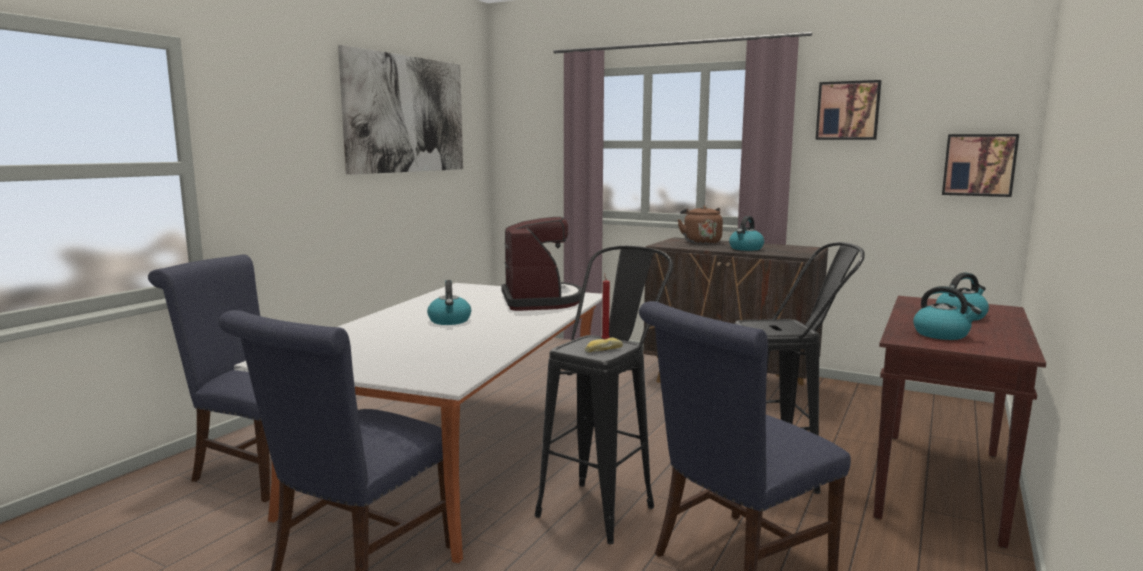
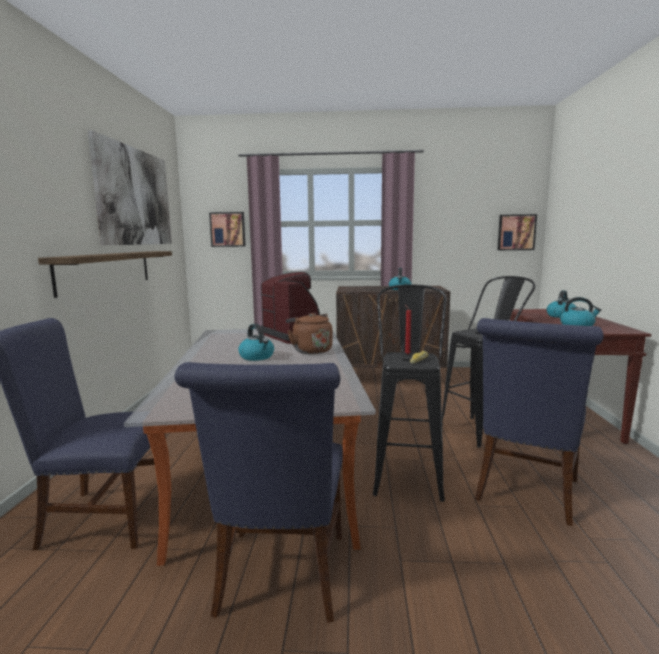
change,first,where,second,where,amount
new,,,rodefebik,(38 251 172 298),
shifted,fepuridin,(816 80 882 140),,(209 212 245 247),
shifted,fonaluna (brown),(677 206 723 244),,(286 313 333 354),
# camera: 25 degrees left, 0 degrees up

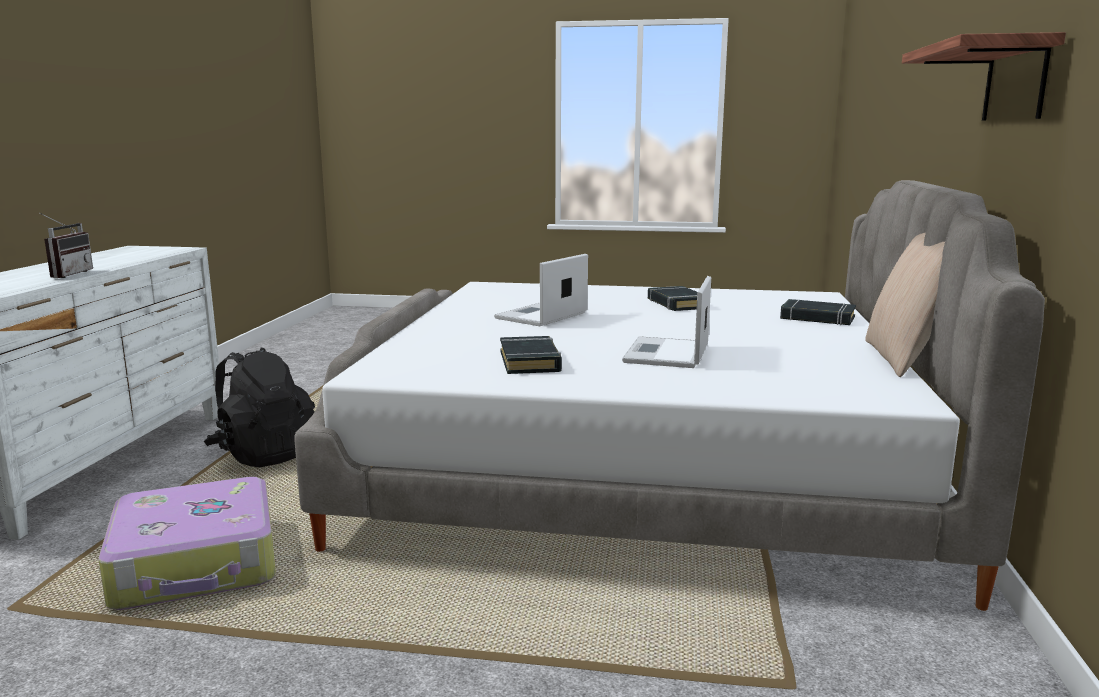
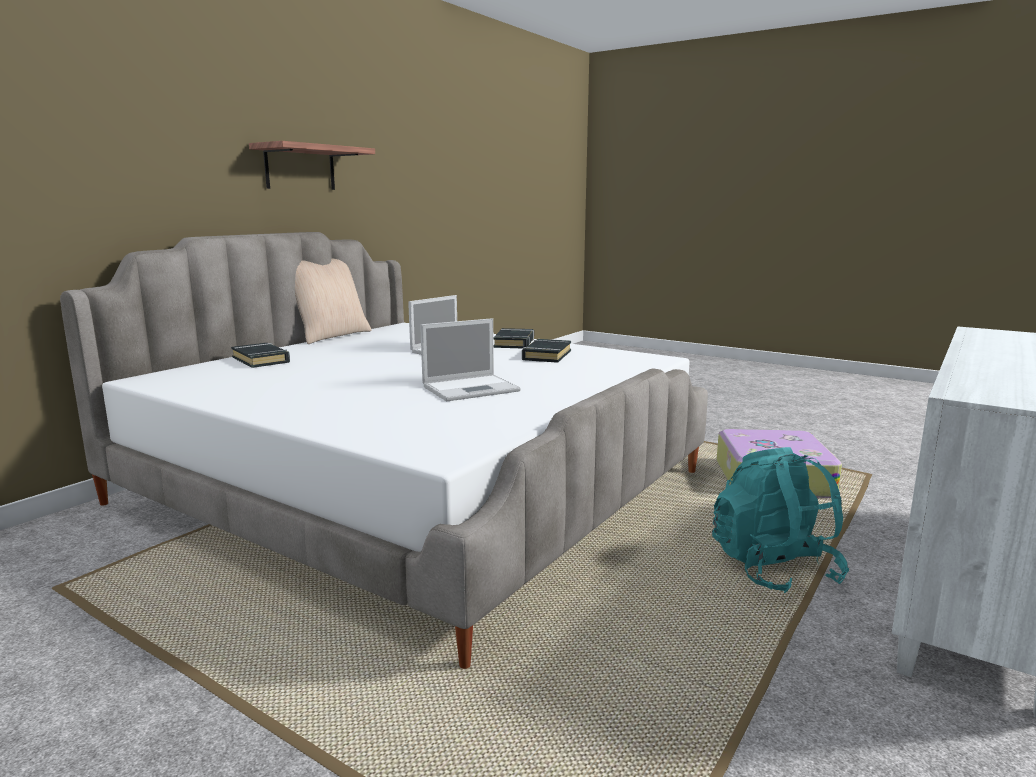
change,first,where,second,where,amount
shifted,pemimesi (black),(648 286 697 311),,(493 328 534 348),
repainted,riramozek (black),(204 348 315 467),riramozek (turquoise),(712 447 849 593),
gone,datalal,(39 213 93 278),,,
# camera: 155 degrees left, 0 degrees up

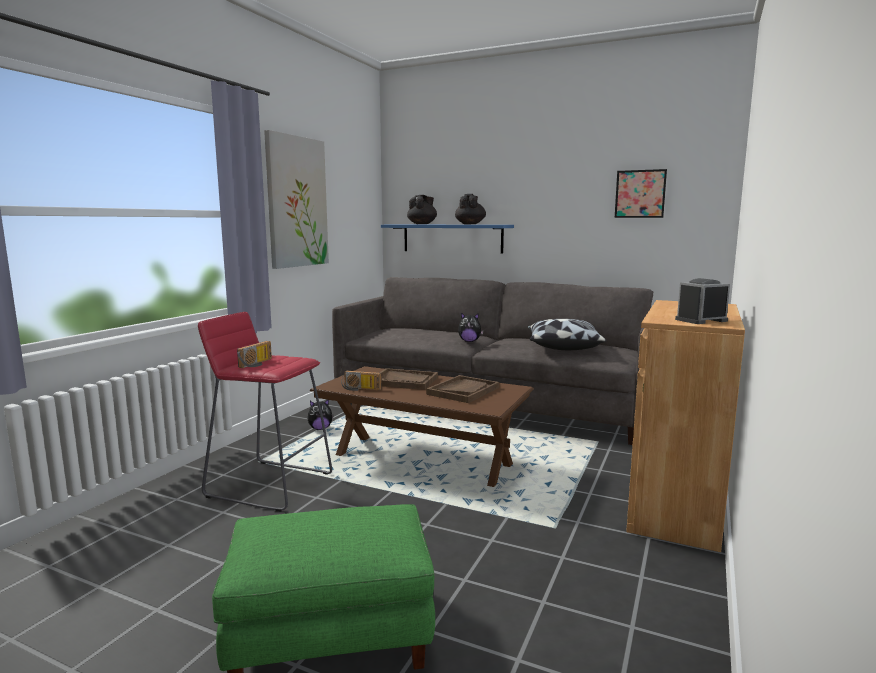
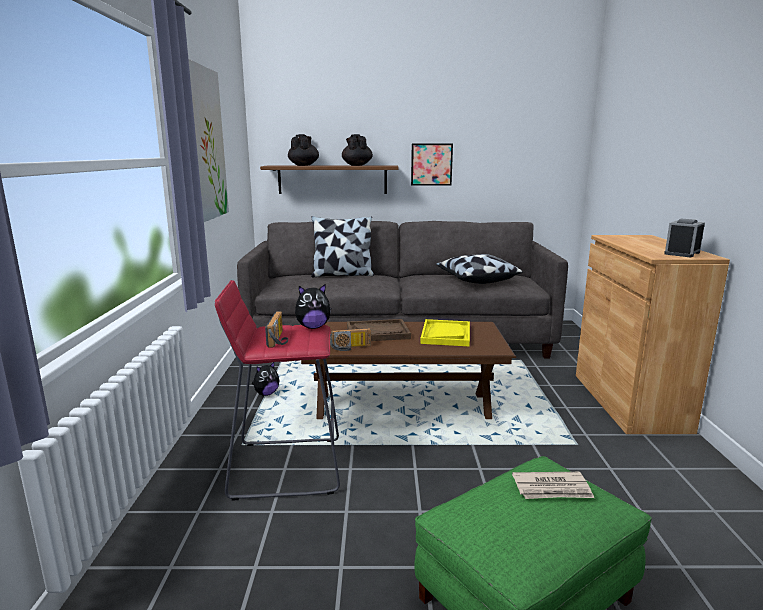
change,first,where,second,where,amount
repainted,rodefebik (blue),(381 225 514 254),rodefebik (brown),(260 165 398 194),
shifted,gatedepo,(458 313 484 342),,(295 284 331 329),
new,,,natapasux,(311 216 374 277),
shifted,fepuridin,(615 169 667 218),,(411 144 453 186),
repainted,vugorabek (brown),(426 375 499 403),vugorabek (yellow),(420 319 470 347),
new,,,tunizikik,(512 472 594 499),
# camera: 25 degrees left, 5 degrees up

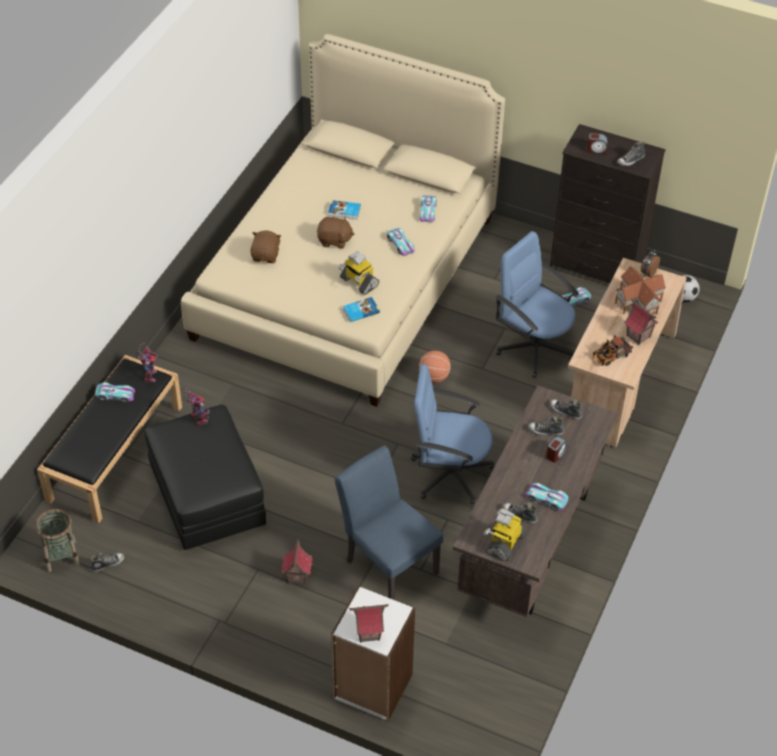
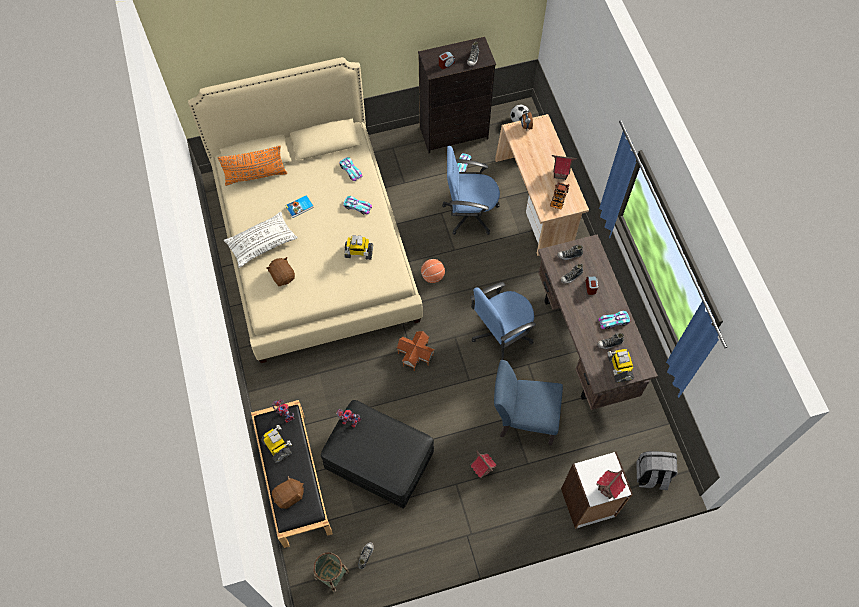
change,first,where,second,where,amount
new,,,natapasux (orange),(218 145 287 186),
new,,,natapasux (white),(224 212 298 268),
swapped,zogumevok,(95 382 135 402),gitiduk,(261 425 292 463),
shifted,gatedepo (brown),(317 216 354 248),,(272 476 304 509),
shifted,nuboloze,(615 266 666 315),,(397 331 434 371),
new,,,riramozek (grey),(636 451 678 490),
gone,pemimesi,(343 297 380 322),,,
# camera: 40 degrees left, 15 degrees up

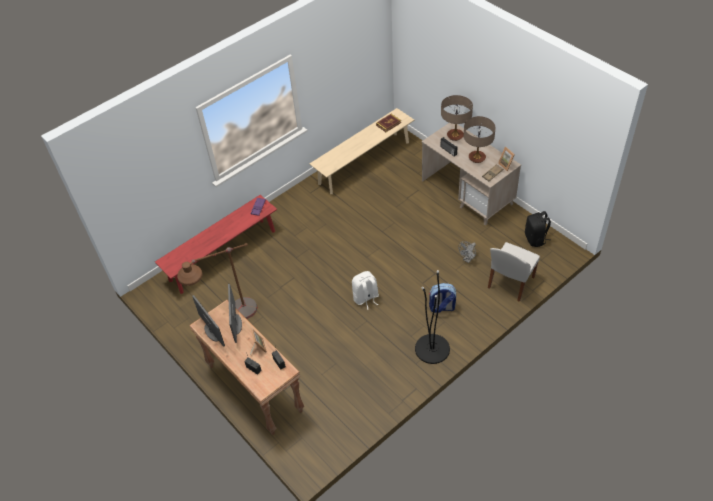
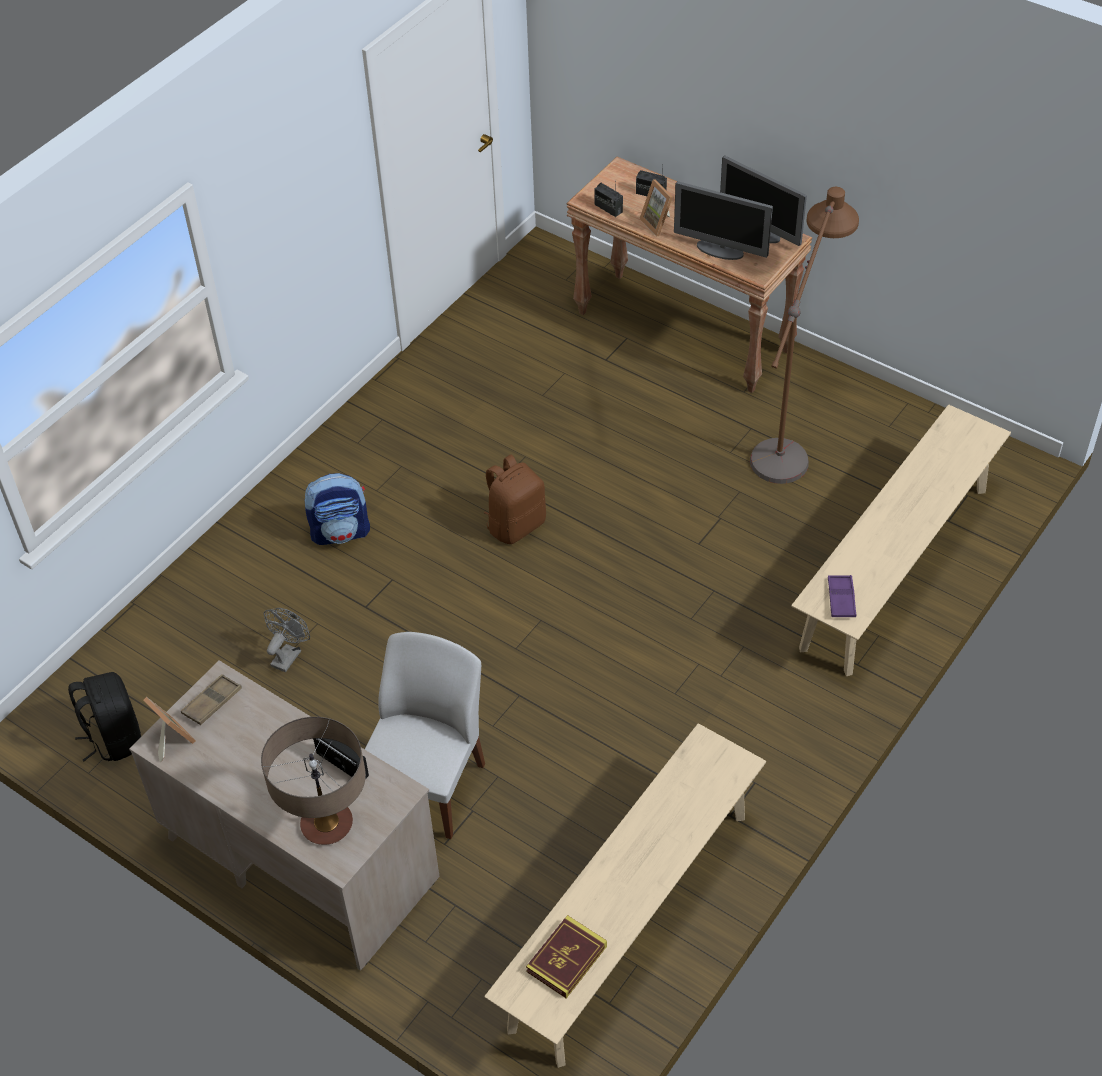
change,first,where,second,where,amount
shifted,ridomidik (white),(488 242 540 302),,(365 632 485 839),
repainted,riramozek (white),(352 271 379 310),riramozek (brown),(484 455 546 544),
rotated,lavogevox,(228 284 242 343),,(674 181 773 260),135 degrees clockwise
repainted,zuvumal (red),(155 195 277 294),zuvumal (beige),(791 404 1011 676),
gone,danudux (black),(415 270 450 364),,,
gone,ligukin,(464 116 496 163),,,
# camera: 165 degrees right, 0 degrees up

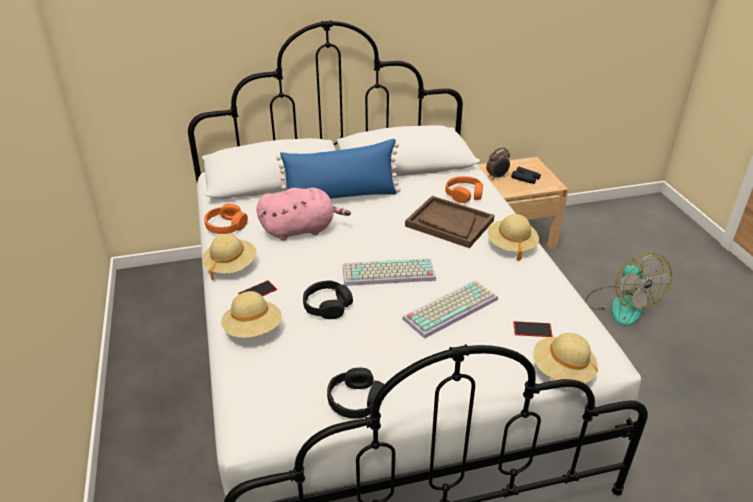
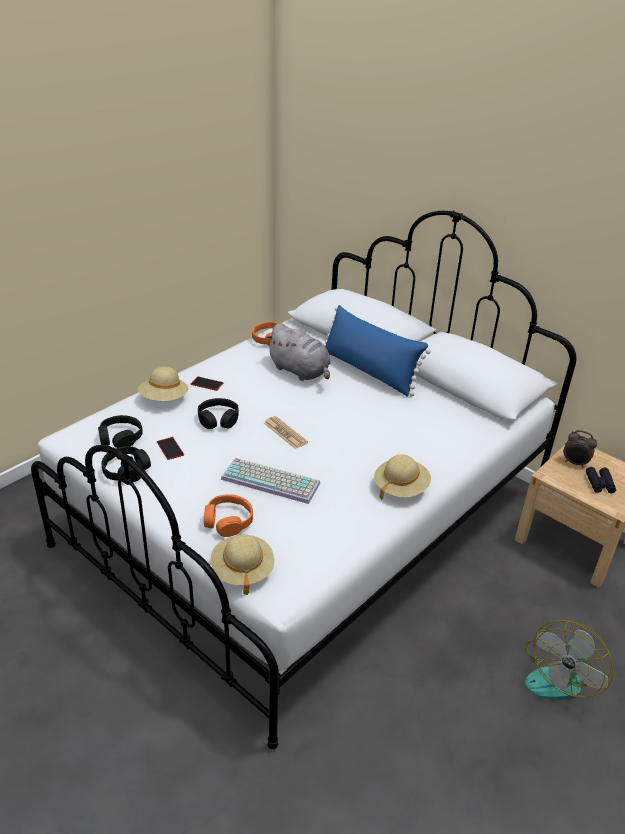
change,first,where,second,where,amount
new,,,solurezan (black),(98 415 143 448),
shifted,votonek,(513 321 553 337),,(157 437 184 460),
shifted,solurezan (orange),(445 176 483 203),,(204 494 253 537),
swapped,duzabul,(343 258 436 286),tunizikik,(264 416 308 449),
repainted,gatedepo (pink),(256 188 351 241),gatedepo (grey),(265 323 331 381),
gone,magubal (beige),(202 234 256 280),,,
gone,vugorabek (brown),(405 196 495 248),,,
# camera: 55 degrees right, 0 degrees up

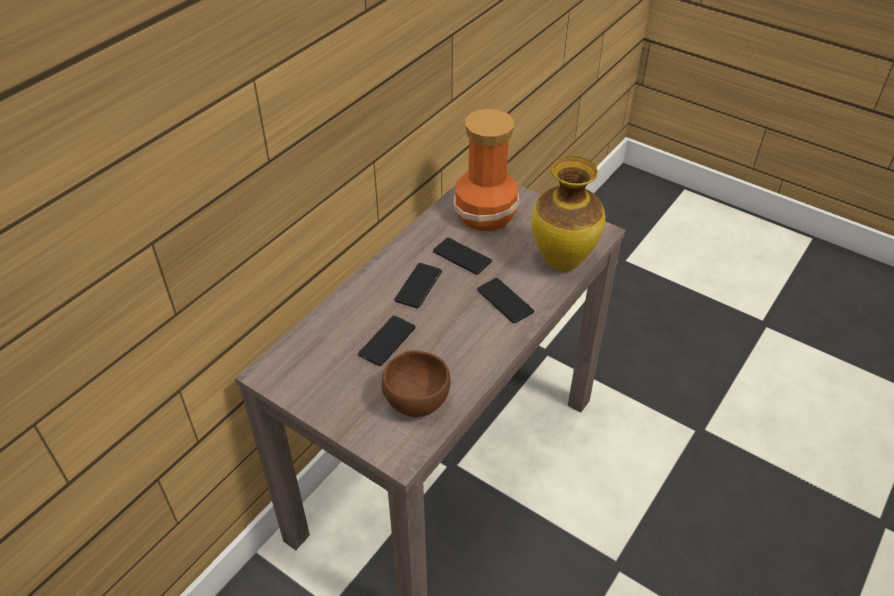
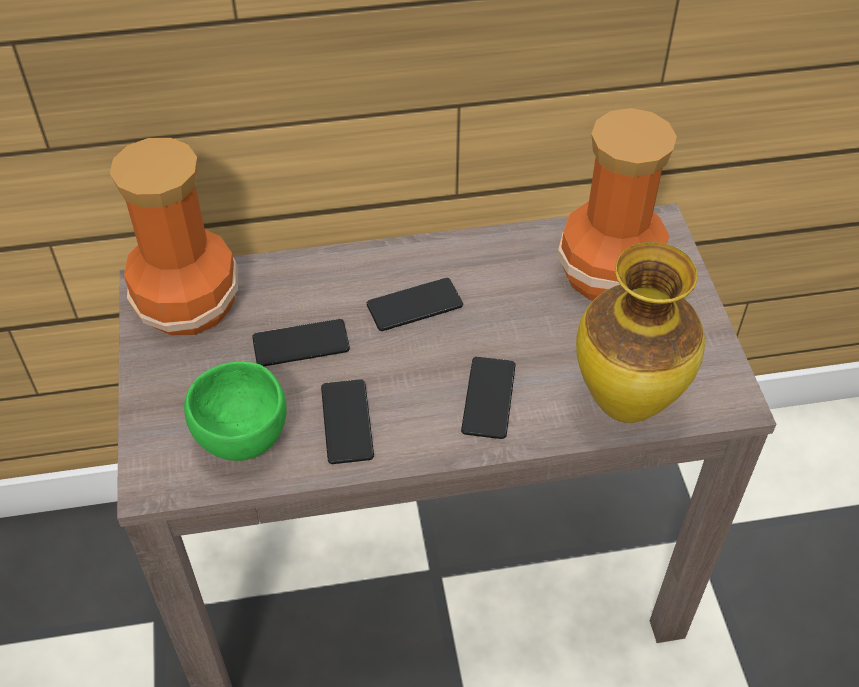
change,first,where,second,where,amount
new,,,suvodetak,(110 138 238 335),
repainted,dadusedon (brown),(382 350 450 417),dadusedon (green),(184 362 287 461),
shifted,votonek,(433 237 492 275),,(321 379 374 464),
# camera: 45 degrees right, 5 degrees up

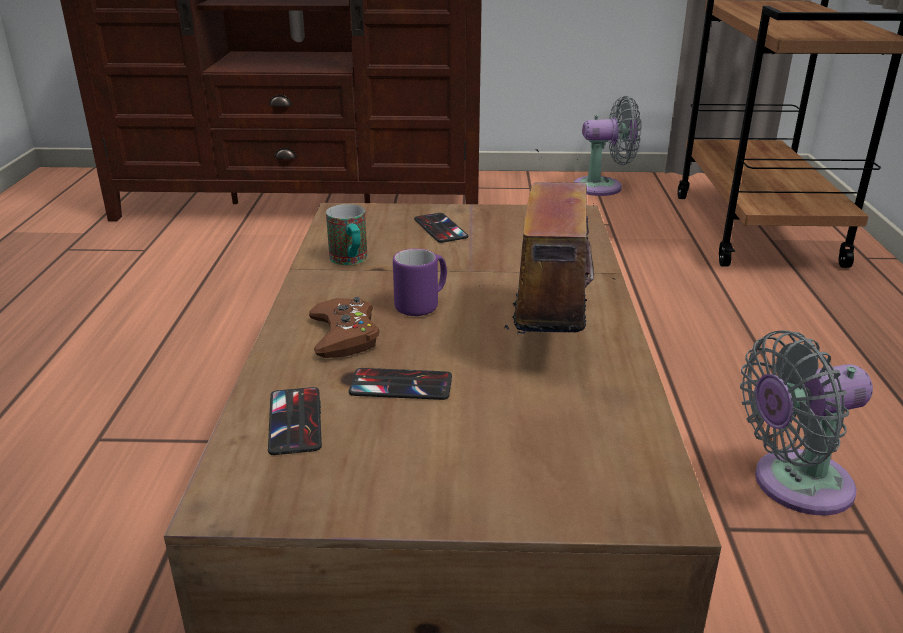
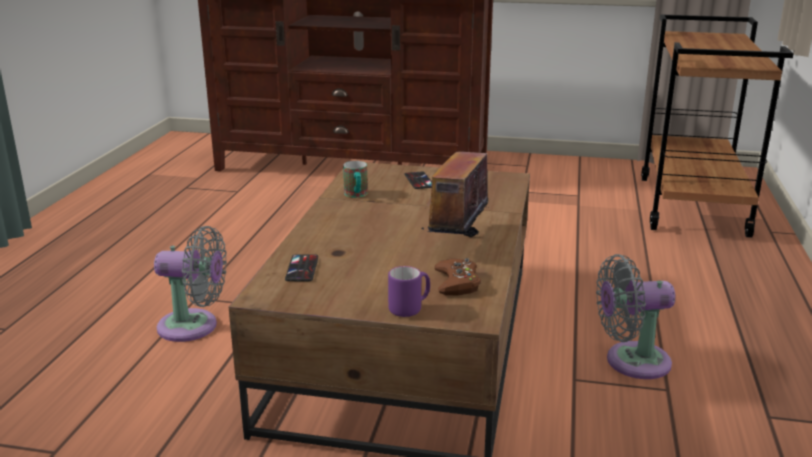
change,first,where,second,where,amount
shifted,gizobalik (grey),(573 96 641 196),,(154 226 227 342),
shifted,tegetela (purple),(393 248 447 316),,(388 266 430 317),
shifted,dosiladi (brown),(309 297 380 358),,(434 258 481 295),
gone,votonek,(349 368 452 400),,,
# camera: 10 degrees right, 5 degrees down

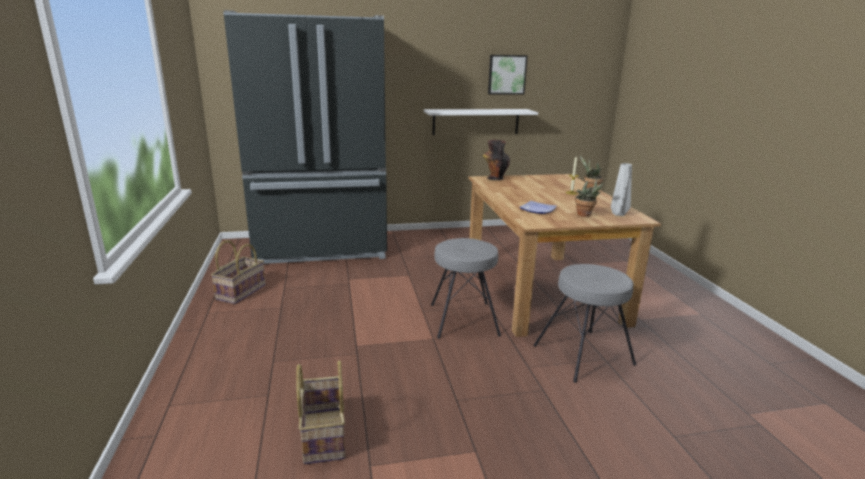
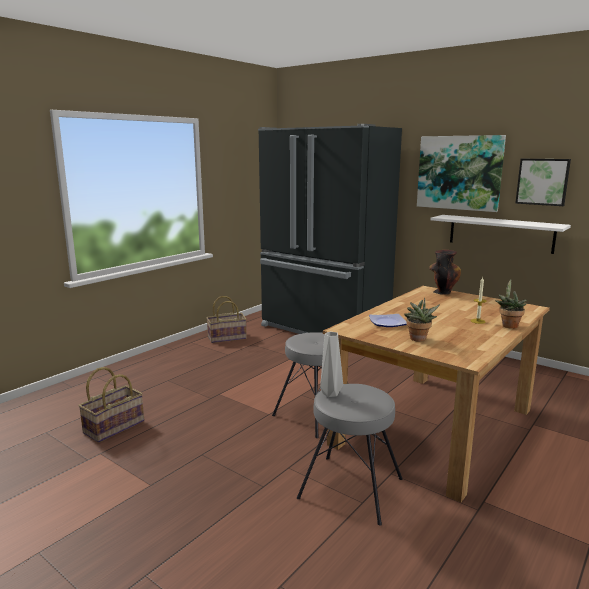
change,first,where,second,where,amount
shifted,suvodetak (grey),(611 163 632 216),,(320 332 343 397),
new,,,fepuridin,(417 135 506 212),
# camera: 50 degrees right, 5 degrees down

